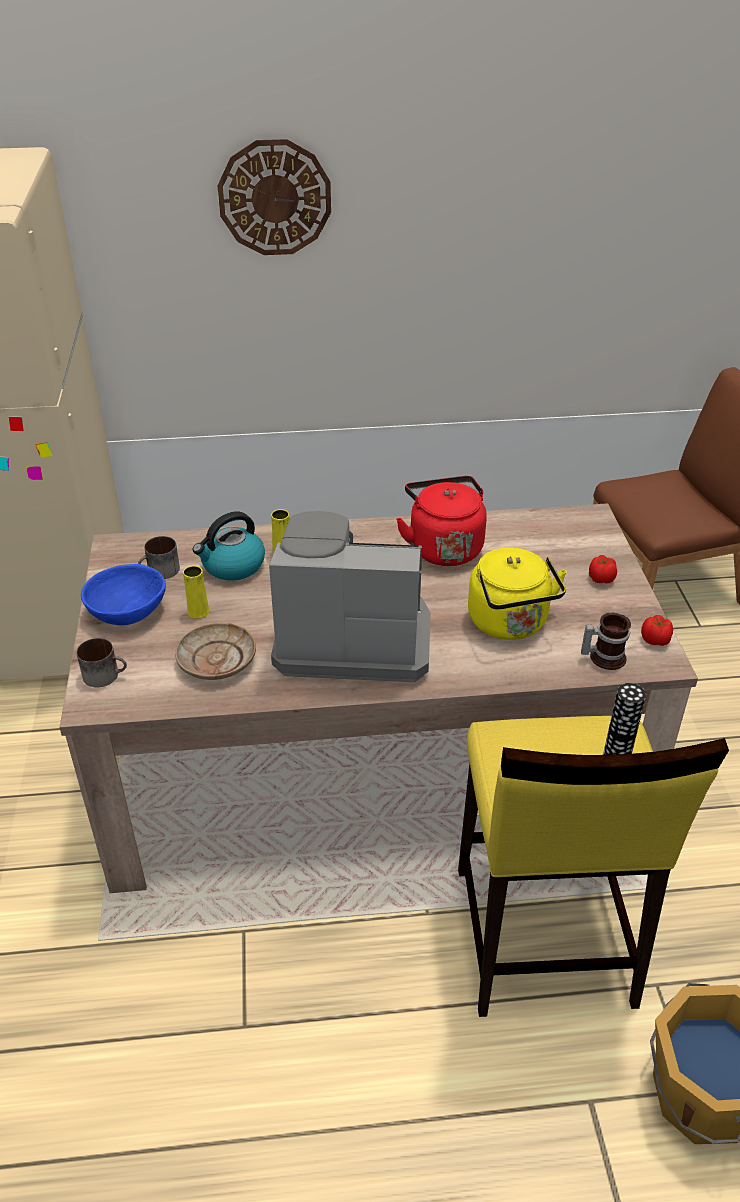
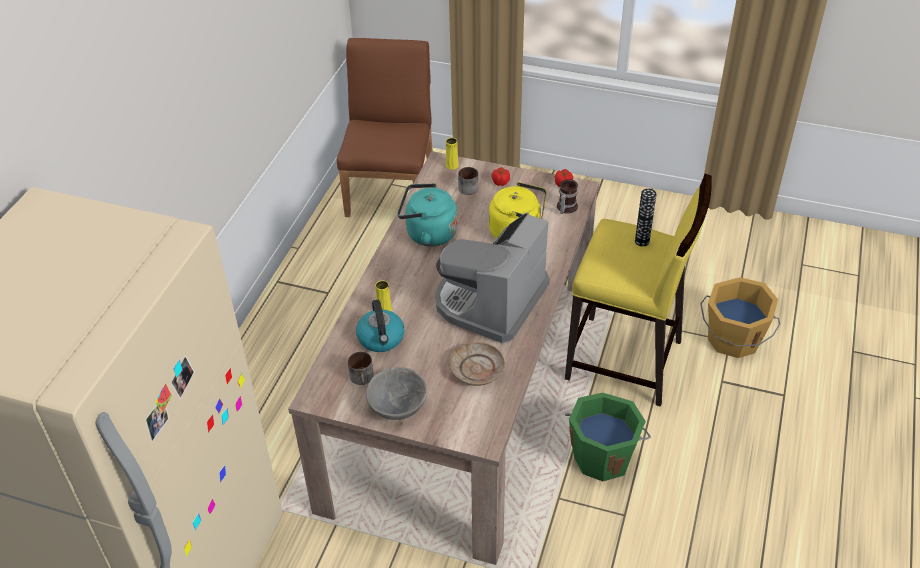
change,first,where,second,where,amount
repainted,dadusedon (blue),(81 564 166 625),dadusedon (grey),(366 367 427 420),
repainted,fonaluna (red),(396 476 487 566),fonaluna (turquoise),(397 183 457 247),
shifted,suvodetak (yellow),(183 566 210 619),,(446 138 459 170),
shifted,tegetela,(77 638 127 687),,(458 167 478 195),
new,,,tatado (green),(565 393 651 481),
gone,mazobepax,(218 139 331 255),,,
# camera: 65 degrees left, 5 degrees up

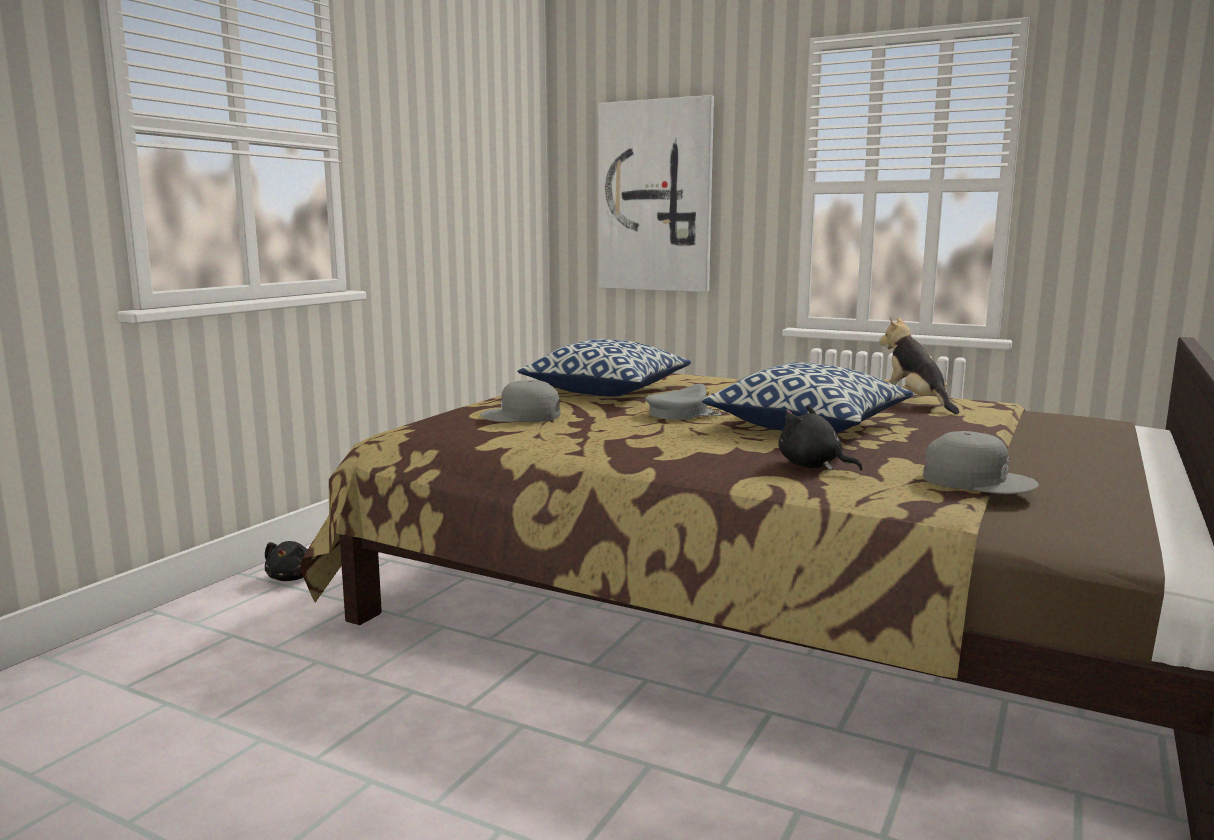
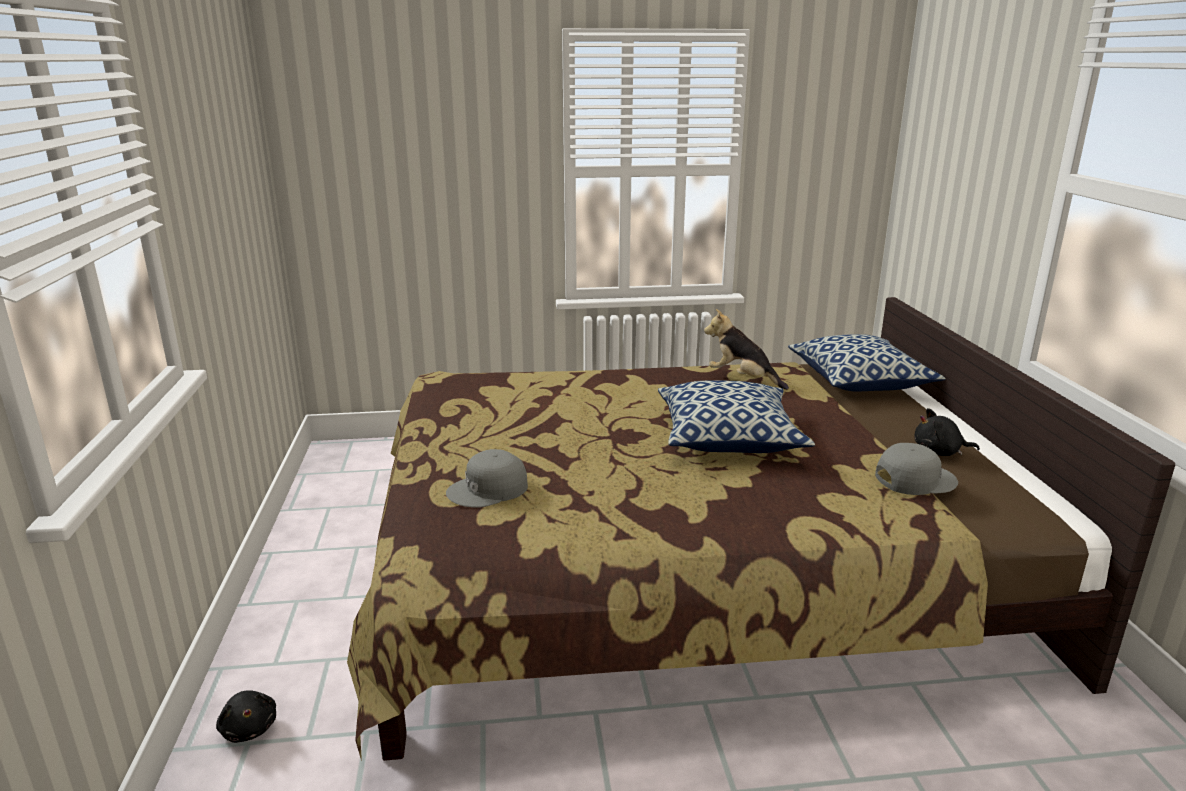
change,first,where,second,where,amount
shifted,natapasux,(517 339 691 397),,(788 334 946 392),
shifted,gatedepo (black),(778 405 863 471),,(914 408 980 456),
gone,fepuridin,(598 95 714 292),,,
gone,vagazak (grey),(646 384 722 420),,,
# camera: 35 degrees left, 10 degrees up

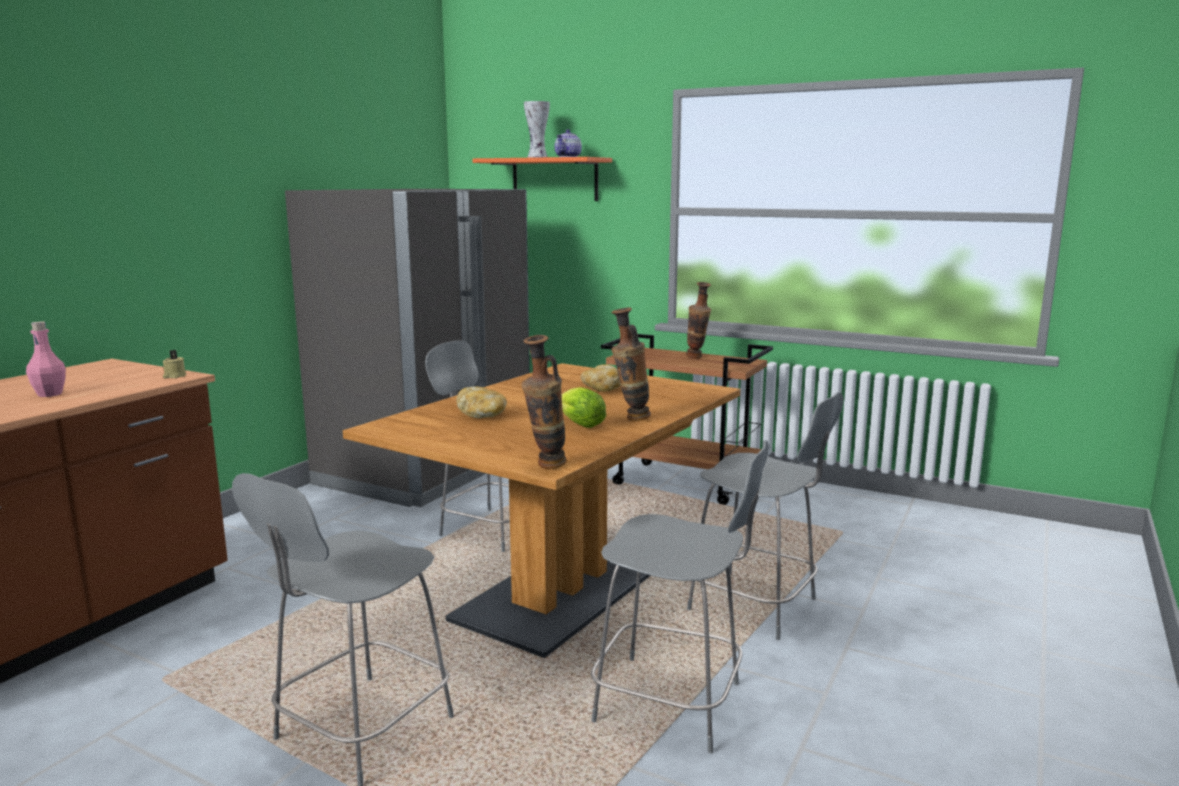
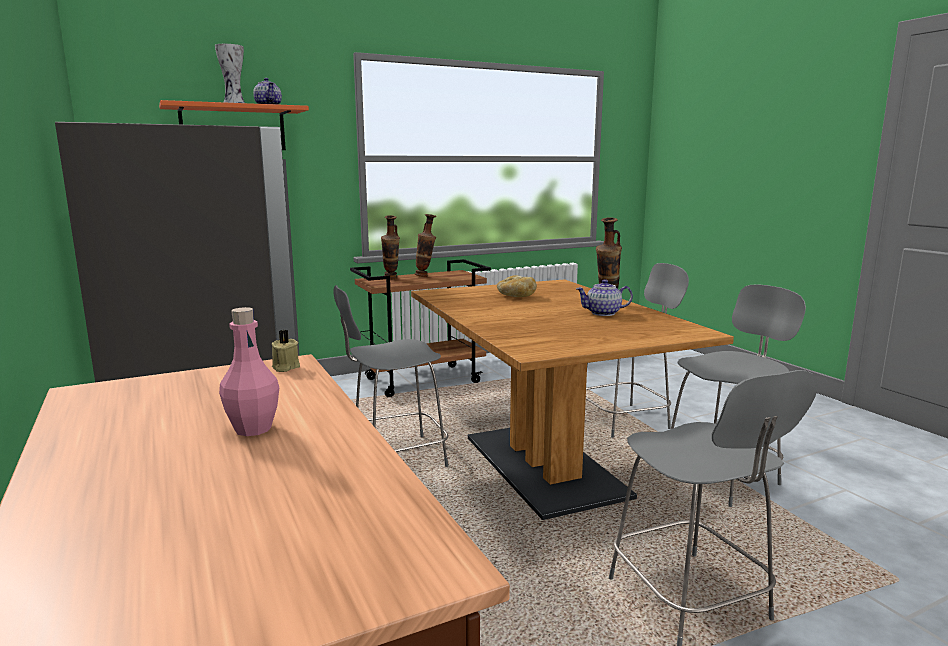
change,first,where,second,where,amount
shifted,suvodetak,(522 335 567 469),,(381 215 400 279),
swapped,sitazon,(562 387 606 428),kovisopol,(576 279 633 316),
gone,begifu,(456 387 507 418),,,
# camera: 55 degrees left, 0 degrees up

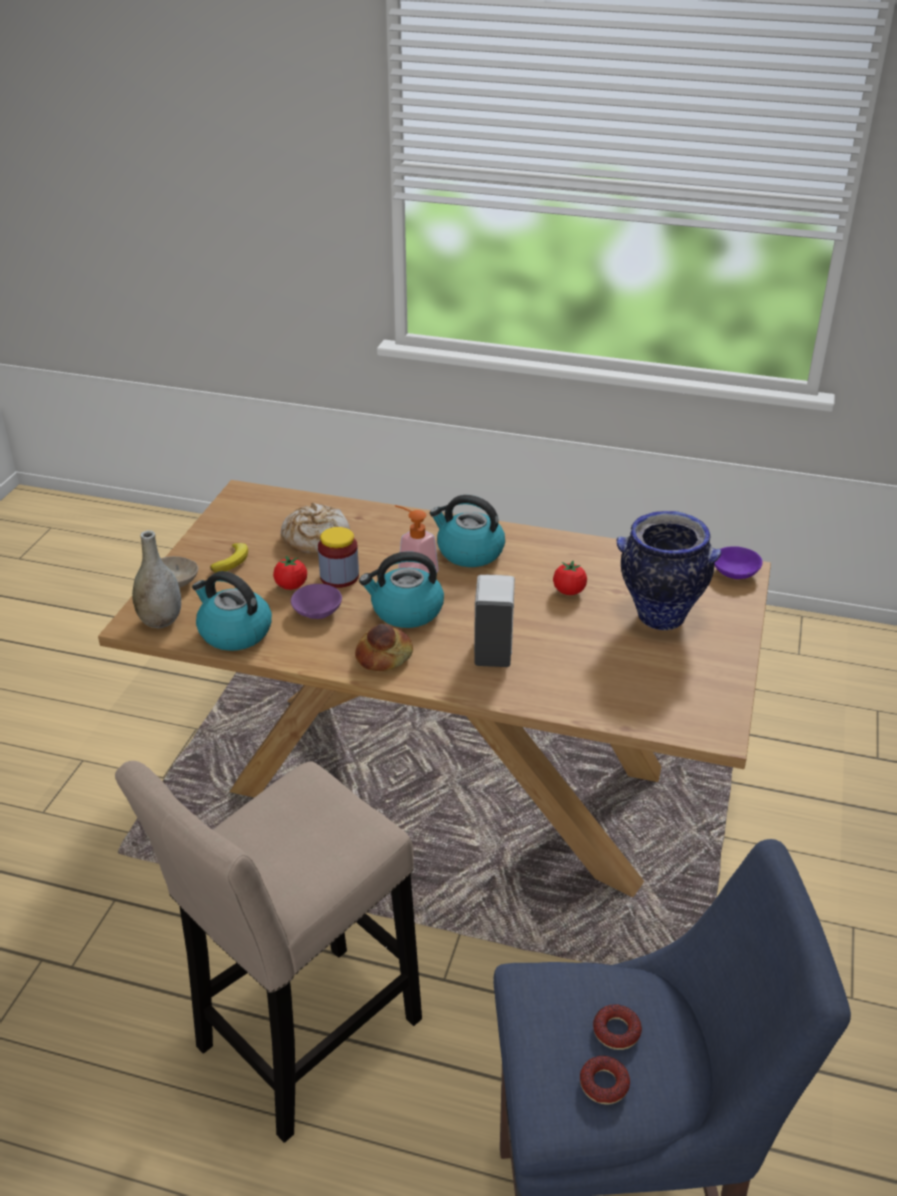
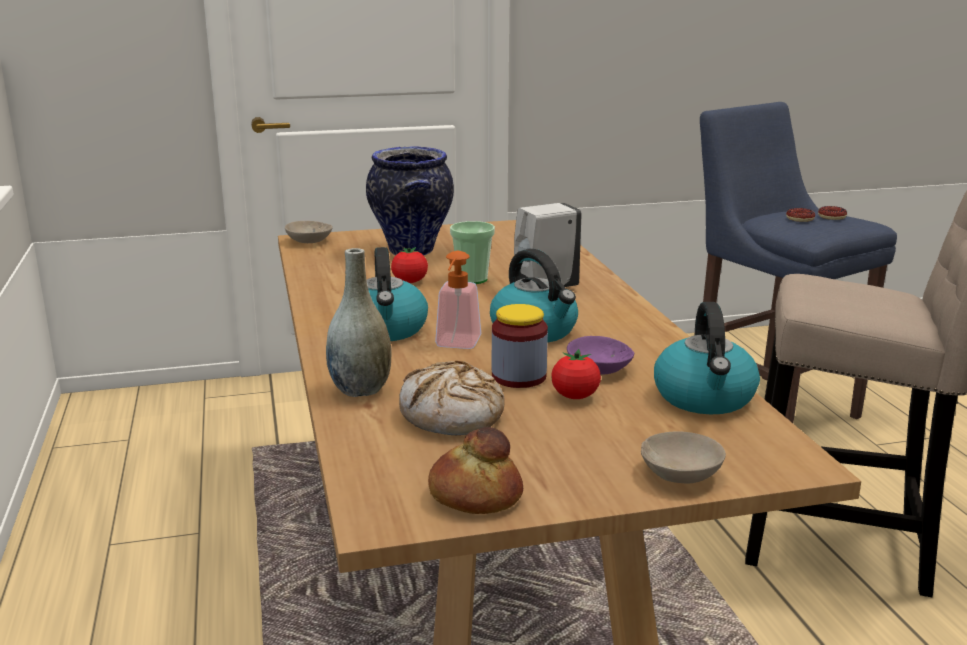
change,first,where,second,where,amount
repainted,dadusedon (purple),(714 546 762 579),dadusedon (beige),(285 221 333 243),
shifted,suvodetak (grey),(132 530 181 628),,(326 248 392 397),
shifted,begifu,(355 624 413 671),,(428 427 523 514),
new,,,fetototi,(450 221 495 284),
gone,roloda,(210 543 248 573),,,
# camera: 120 degrees left, 15 degrees down

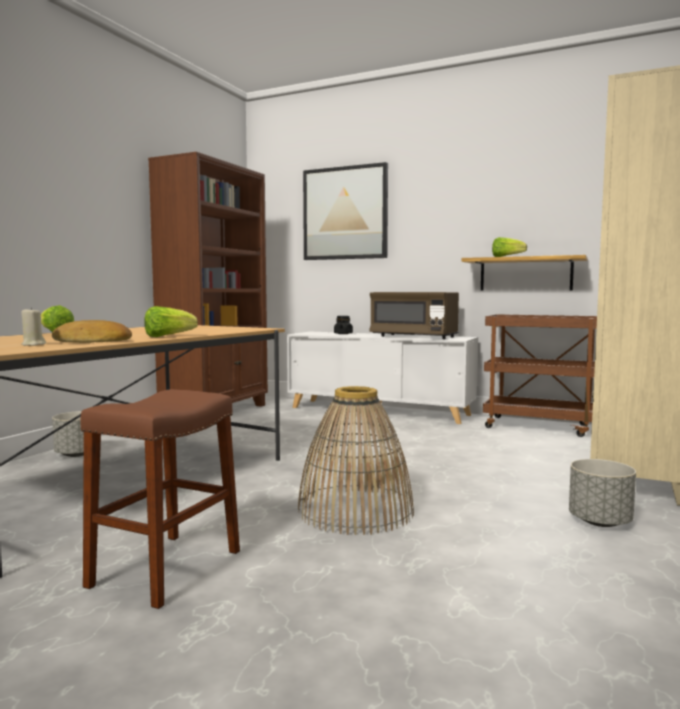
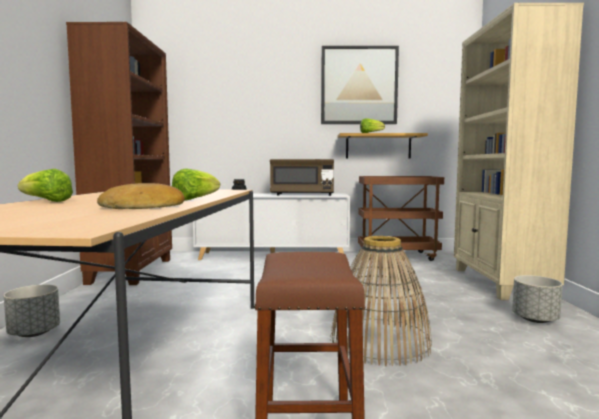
change,first,where,second,where,amount
shifted,fepuridin,(303 162 388 260),,(321 46 399 124),
gone,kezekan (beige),(21 307 46 346),,,
# camera: 25 degrees left, 0 degrees up

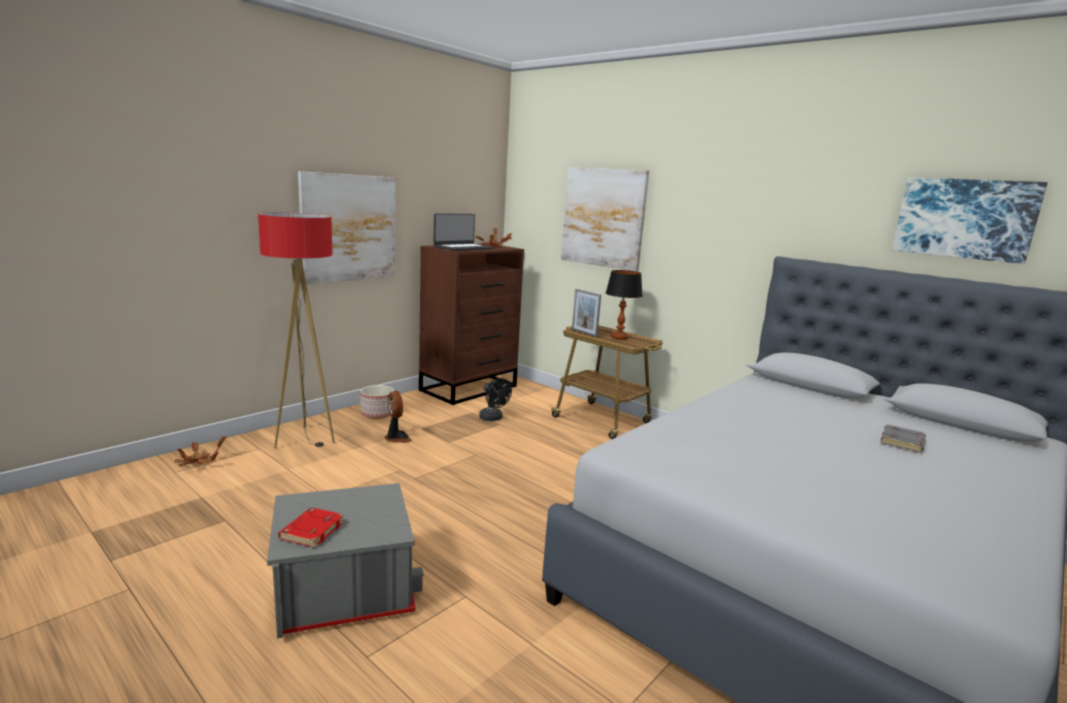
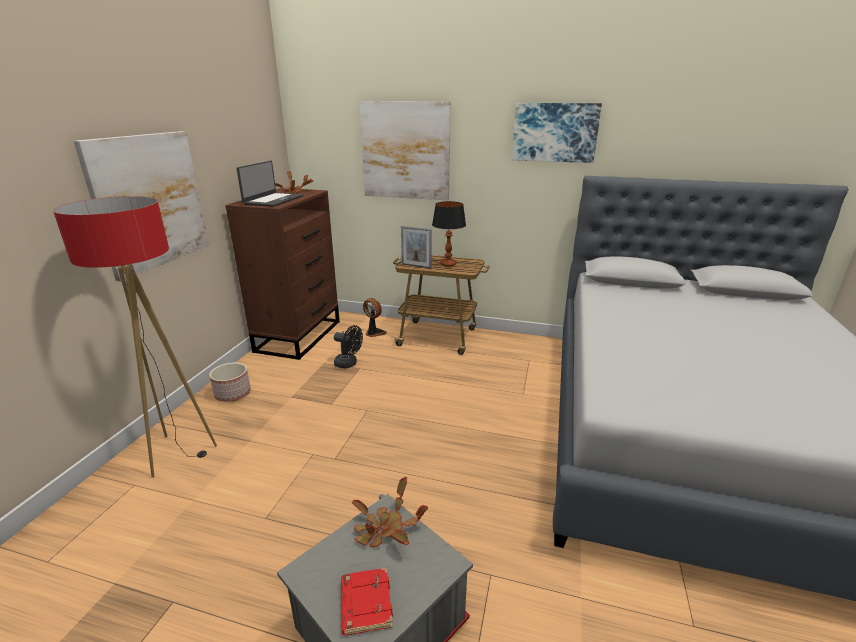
change,first,where,second,where,amount
shifted,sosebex,(174 436 226 466),,(352 477 428 547),
shifted,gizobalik,(384 391 412 443),,(363 298 387 337),
shifted,fepuridin,(892 177 1048 264),,(512 103 602 163),
gone,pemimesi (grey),(880 424 926 453),,,
# camera: 25 degrees left, 10 degrees up

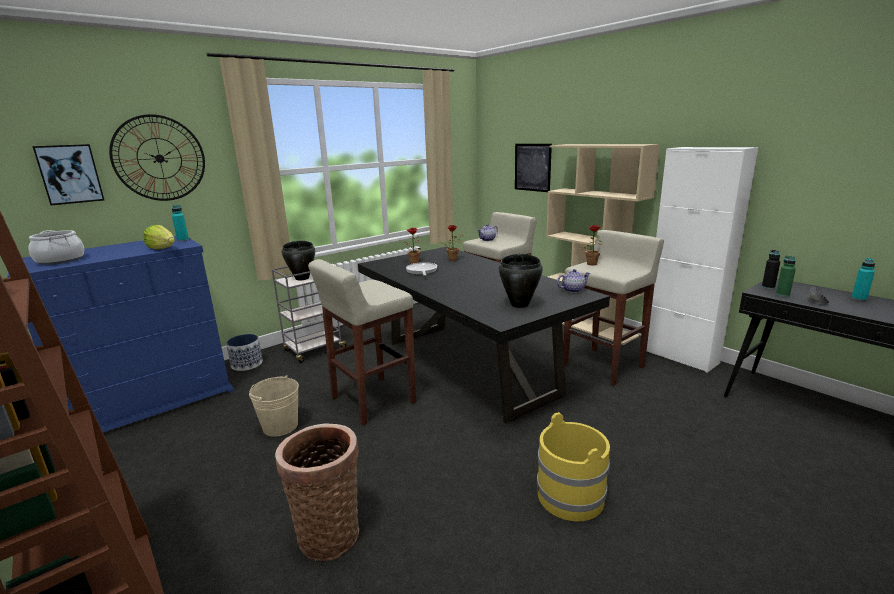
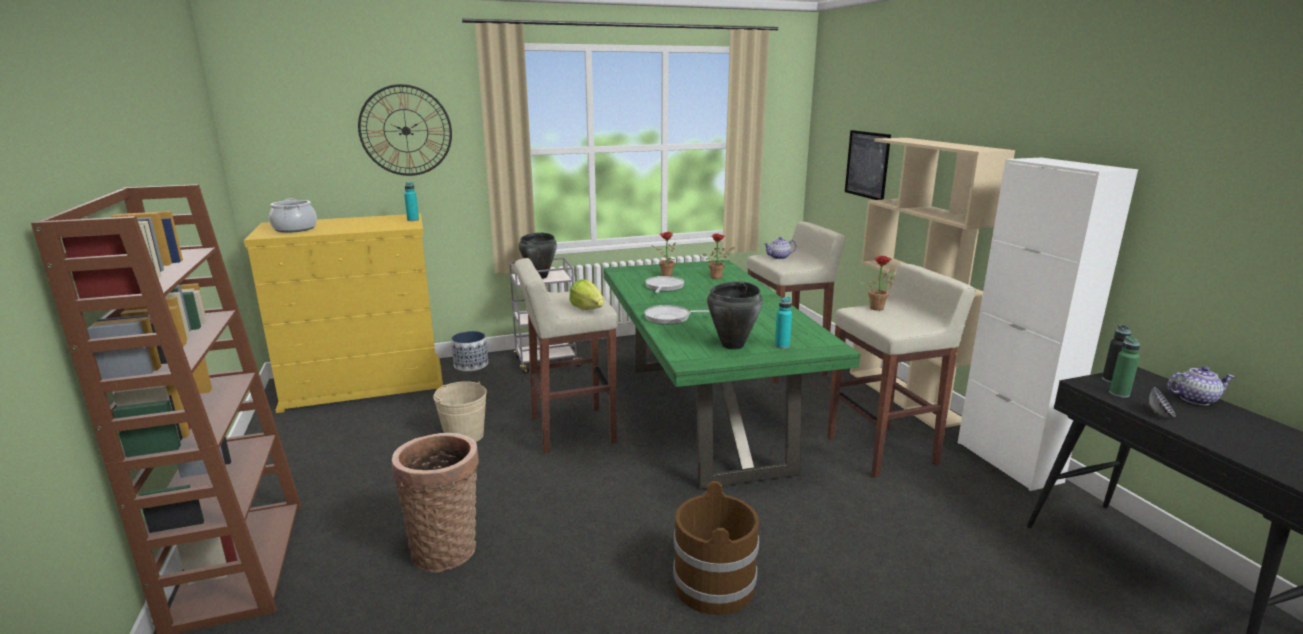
change,first,where,second,where,amount
repainted,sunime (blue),(7 236 234 432),sunime (yellow),(244 214 443 413),
shifted,sitazon,(143 225 175 250),,(569 280 604 310),
repainted,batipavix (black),(358 247 610 424),batipavix (green),(603 260 861 490),
new,,,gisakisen,(644 305 710 325),
repainted,tatado (yellow),(537 412 610 521),tatado (brown),(673 481 759 615),
shifted,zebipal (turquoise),(851 258 875 301),,(775 297 792 349),
shifted,kovisopol,(557 269 590 293),,(1167 366 1235 405),
gone,fepuridin,(32 144 104 205),,,
# camera: 20 degrees right, 0 degrees up

